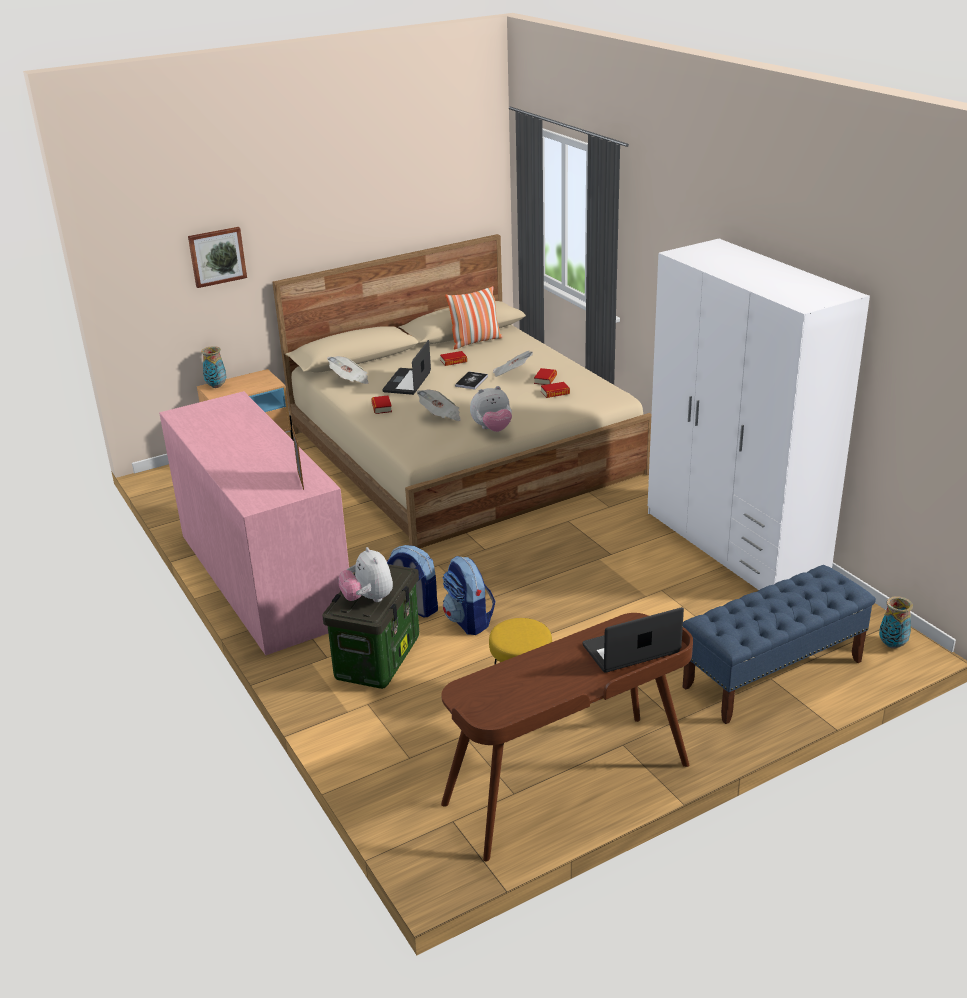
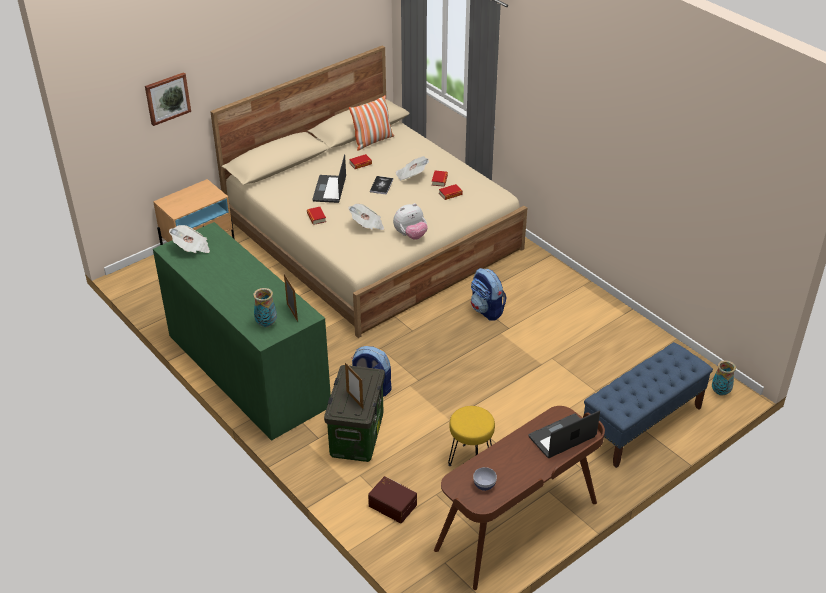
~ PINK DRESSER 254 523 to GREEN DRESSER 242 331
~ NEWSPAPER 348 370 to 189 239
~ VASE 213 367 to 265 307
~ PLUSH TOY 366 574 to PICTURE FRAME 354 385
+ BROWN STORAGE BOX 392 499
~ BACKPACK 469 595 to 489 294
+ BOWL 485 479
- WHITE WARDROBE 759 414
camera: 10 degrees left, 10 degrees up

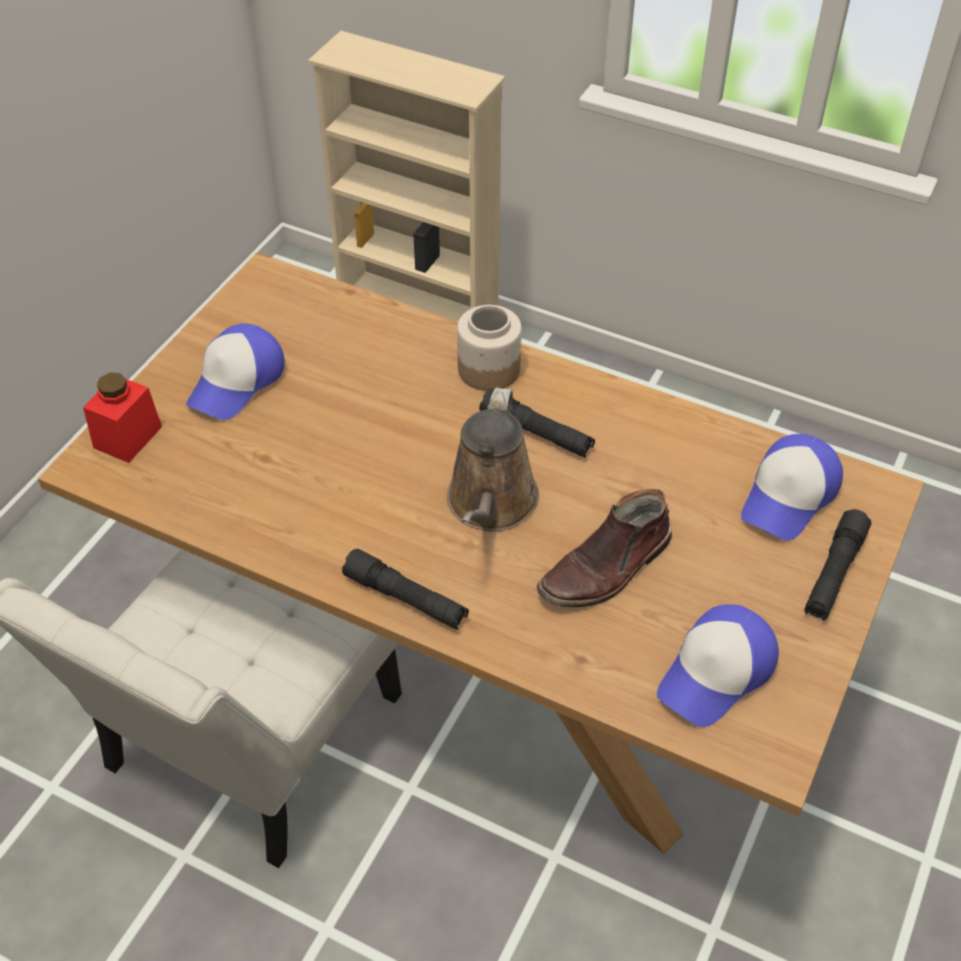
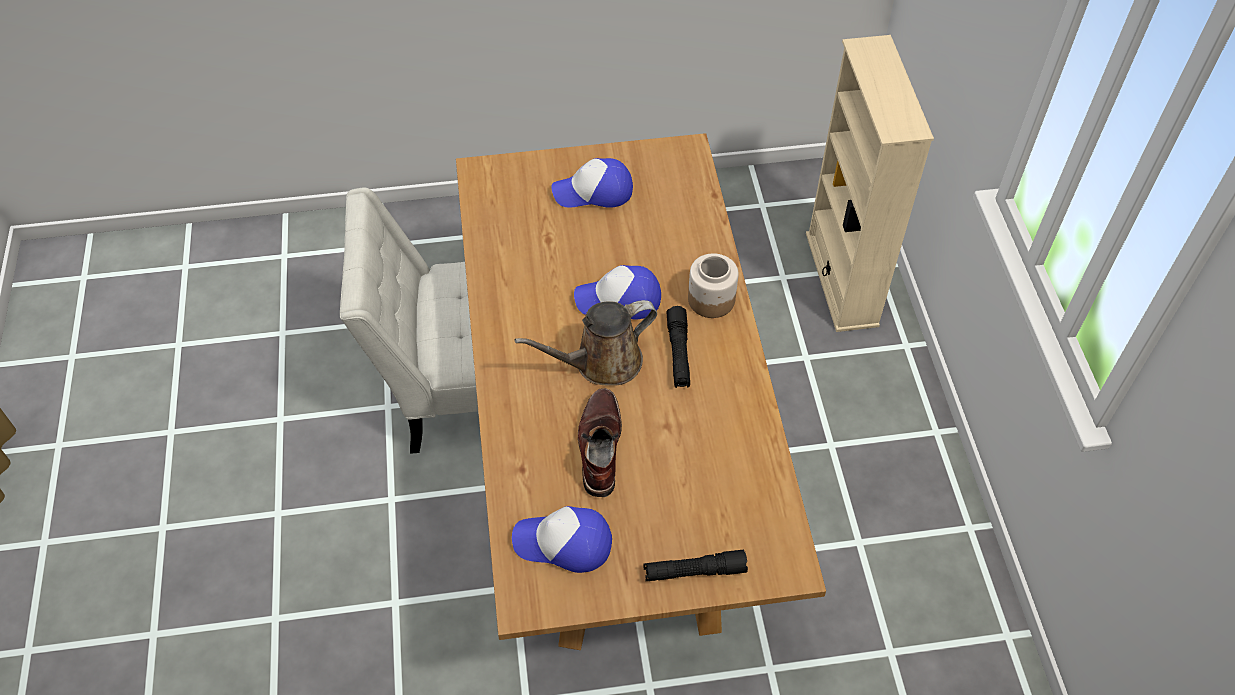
~ CAP 792 487 to 617 292
~ BROWN BOOT 604 548 = 600 442 75 degrees clockwise
- RED JAR 122 418
- BLACK FLASHLIGHT 405 589
camera: 55 degrees right, 5 degrees up

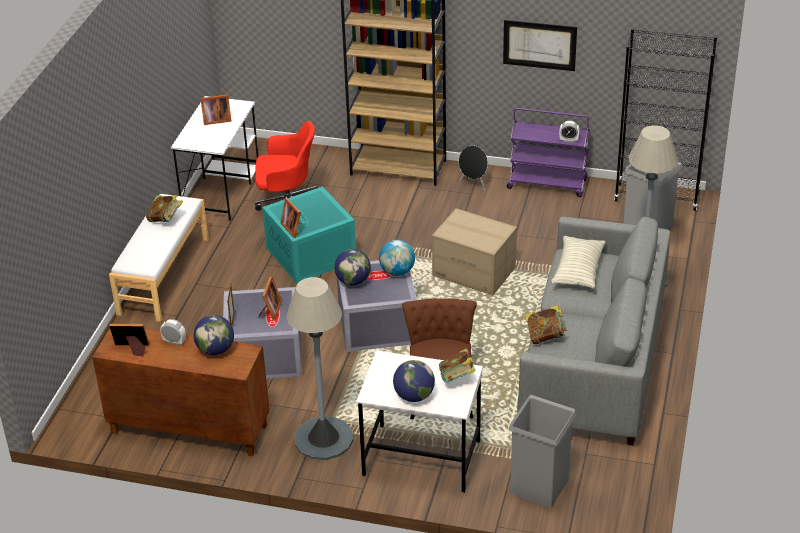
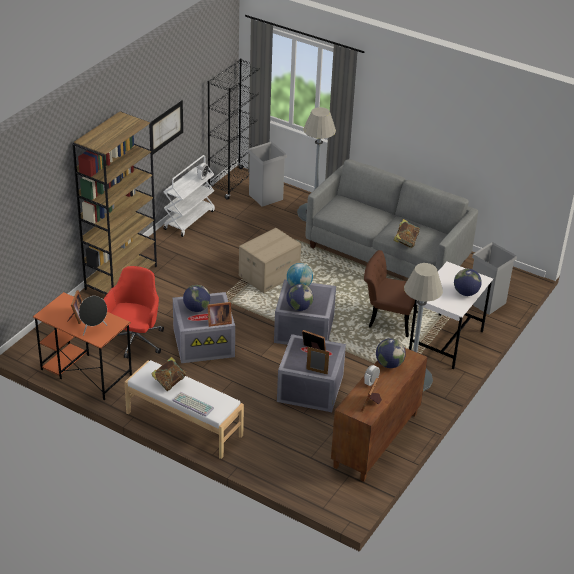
~ WHITE DESK 214 158 to ORANGE DESK 82 346
~ BLACK SPEAKER 473 168 to 93 316
~ PURPLE CART 548 152 to WHITE CART 189 196
+ KEYBOARD 193 404
~ TURQUOISE STORAGE BOX 309 234 to GREY STORAGE BOX 204 327
+ GLOBE 196 298
- BOOK 457 365
- PILLOW 578 262
camera: 75 degrees left, 0 degrees up

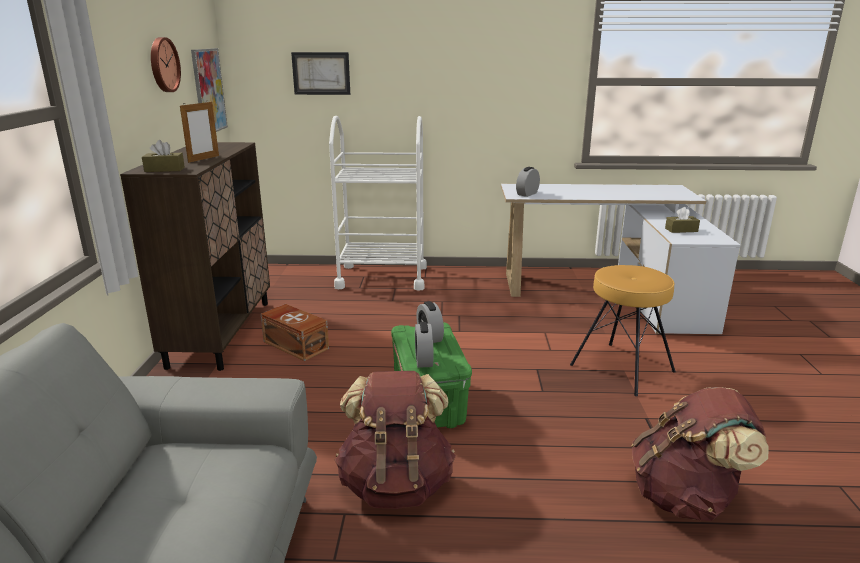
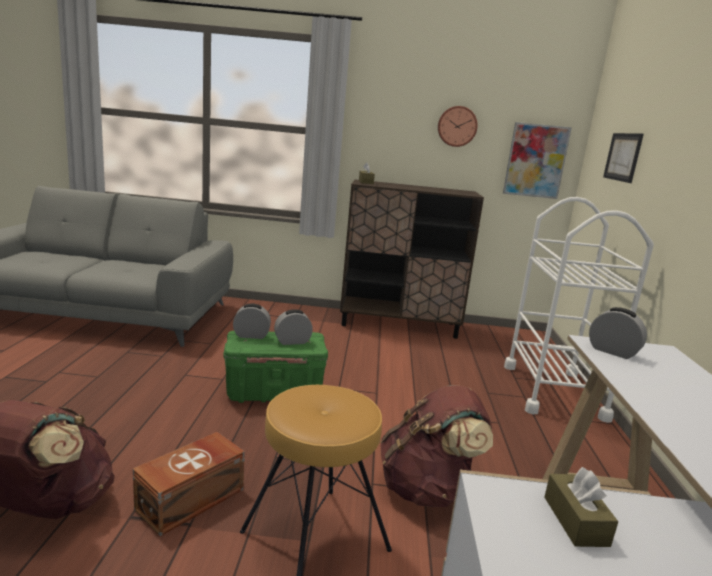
~ BROWN STORAGE BOX 295 332 to 189 484
~ BROWN BACKPACK 395 440 to 436 446
- PICTURE FRAME 199 131
camera: 90 degrees right, 5 degrees down

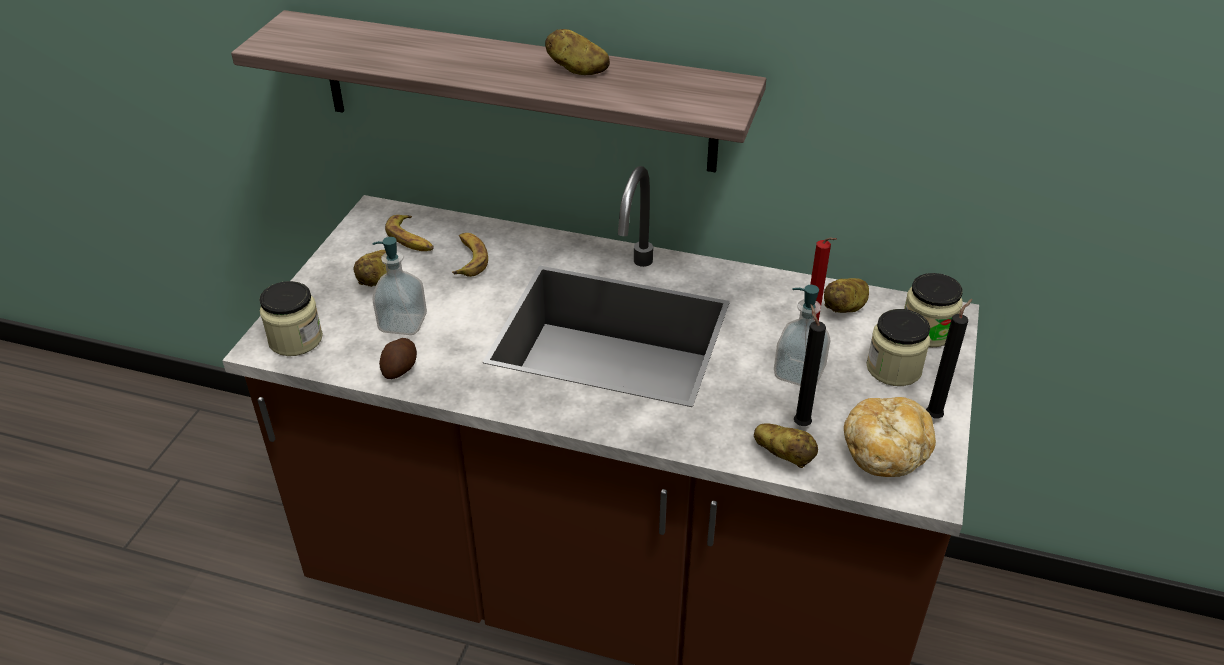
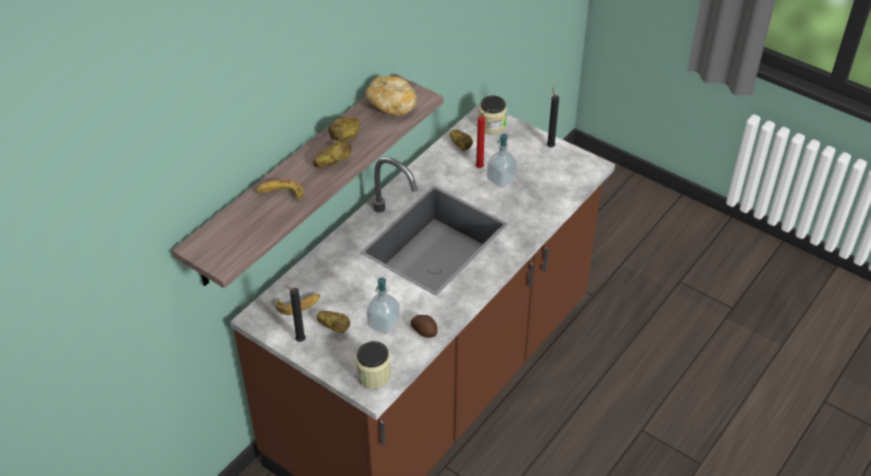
~ BANANA 470 255 to 280 191
~ BLACK CANDLE 810 365 to 295 313
~ POTATO 786 445 to 332 154
~ BREAD 890 437 to 391 96
- JAR 898 347
camera: 70 degrees left, 5 degrees up

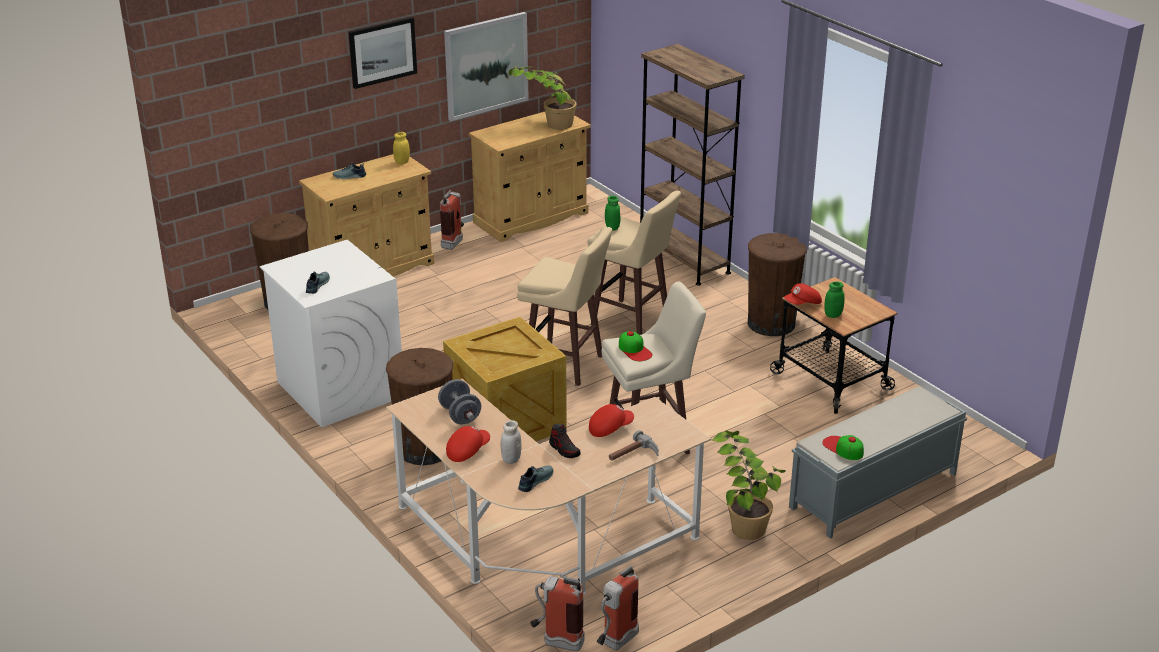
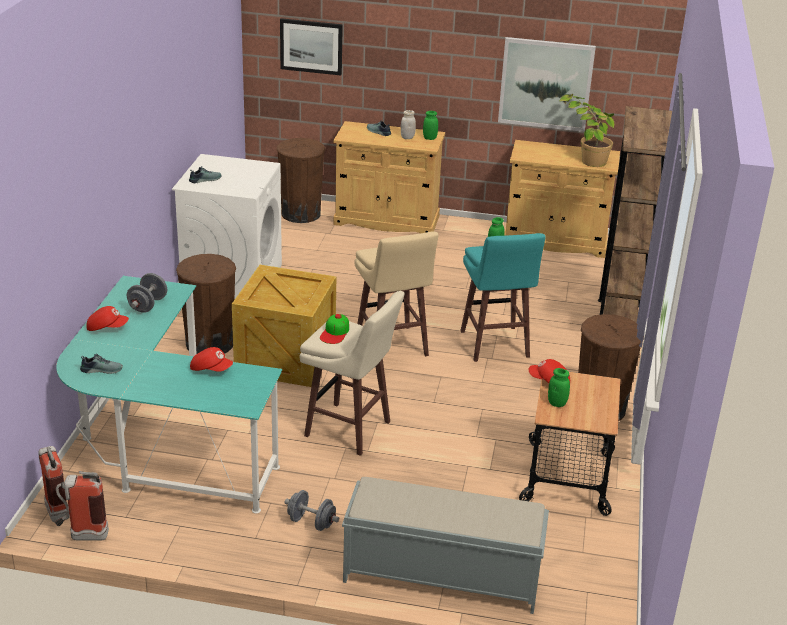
~ BEIGE DESK 548 487 to TURQUOISE DESK 169 394
~ PICTURE 383 53 to 311 46
~ POTTED PLANT 748 485 to GREY DUMBBELL 311 510
~ WHITE JAR 511 442 to 408 124
~ YELLOW JAR 401 148 to GREEN JAR 430 125
~ BEIGE STOOL 634 263 to TURQUOISE STOOL 503 297
- FIRE EXTINGUISHER 452 220
- SHOE 564 441
- HAMMER 634 445
- CAP 843 447
camera: 45 degrees right, 0 degrees up

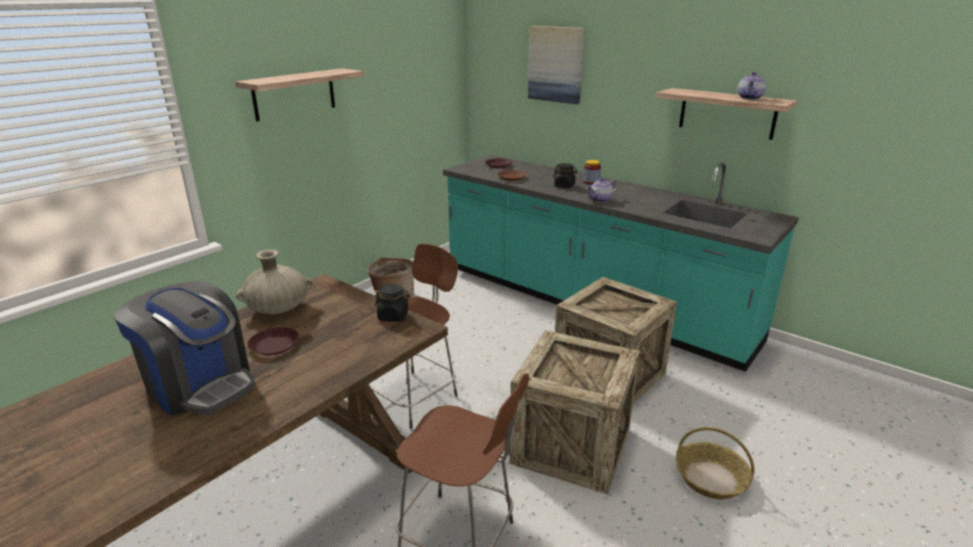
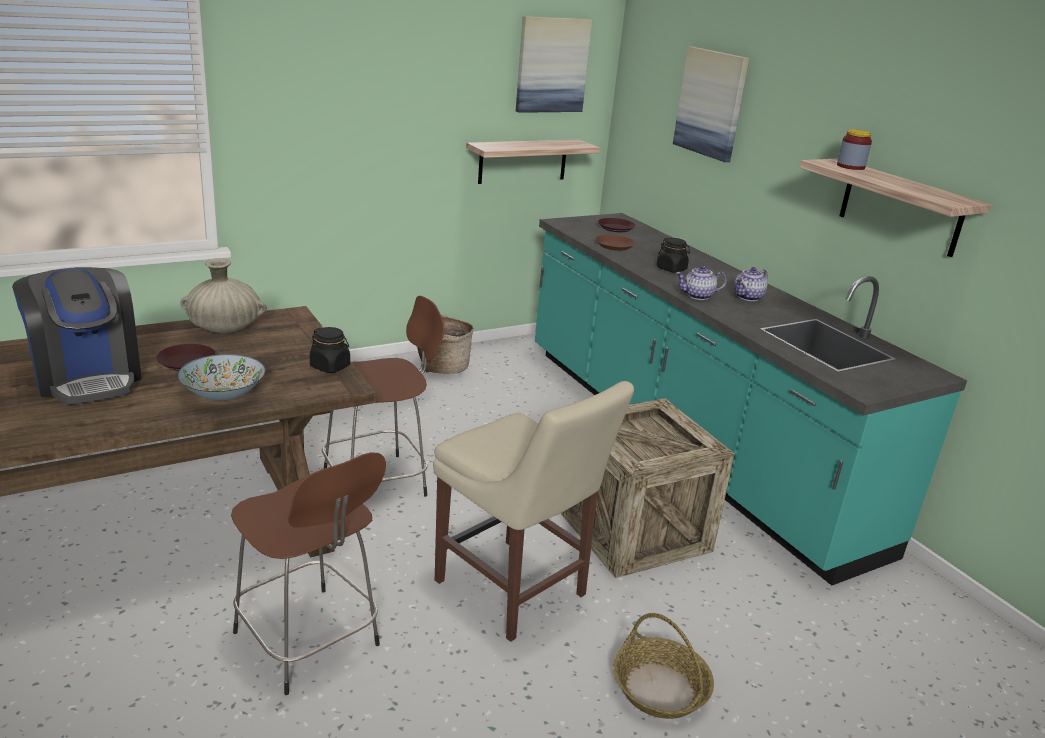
+ BOWL 221 377
~ CRATE 574 412 to BEIGE CHAIR 533 511
~ SHELF 300 94 to 533 161
+ PICTURE 554 64
~ TEAPOT 751 86 to 751 284
~ JAR 592 172 to 854 149
camera: 20 degrees right, 0 degrees up

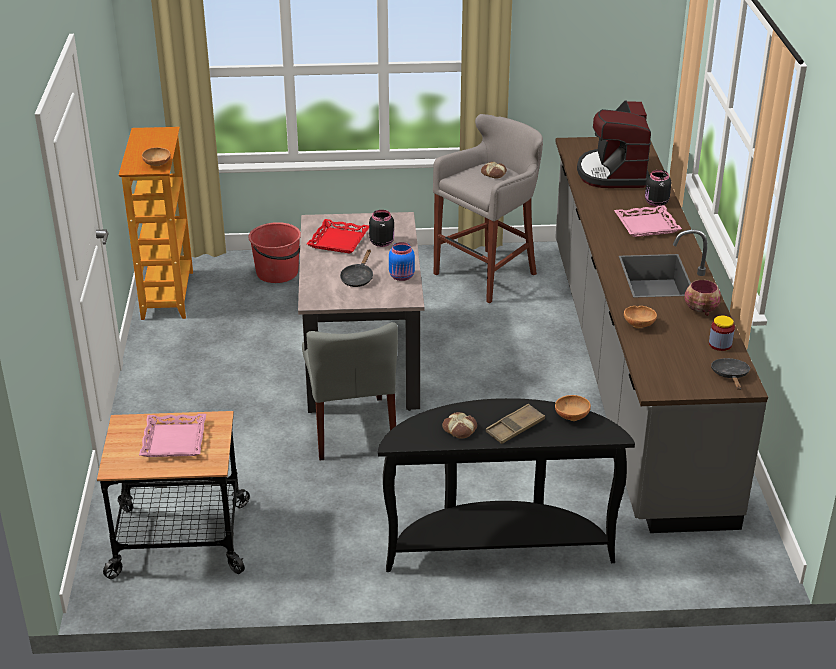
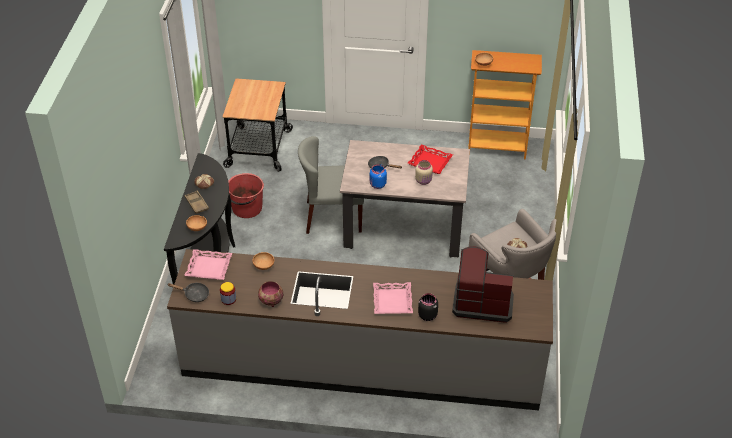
~ PINK TRAY 172 435 to 208 264
~ RED BUCKET 274 252 to 246 195
~ BLACK JAR 381 228 to BEIGE JAR 424 172
camera: 100 degrees right, 10 degrees up

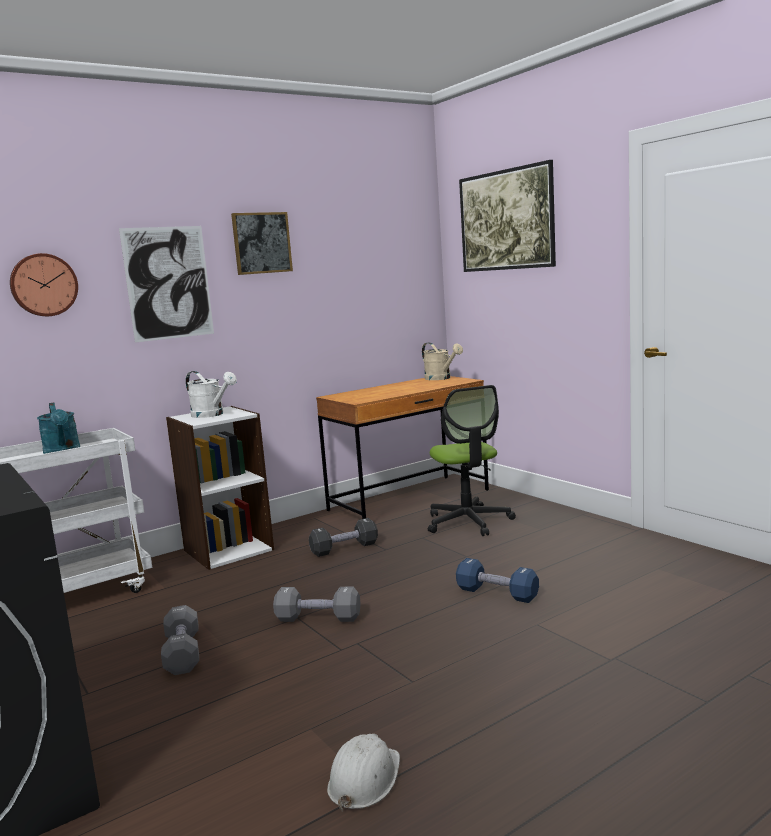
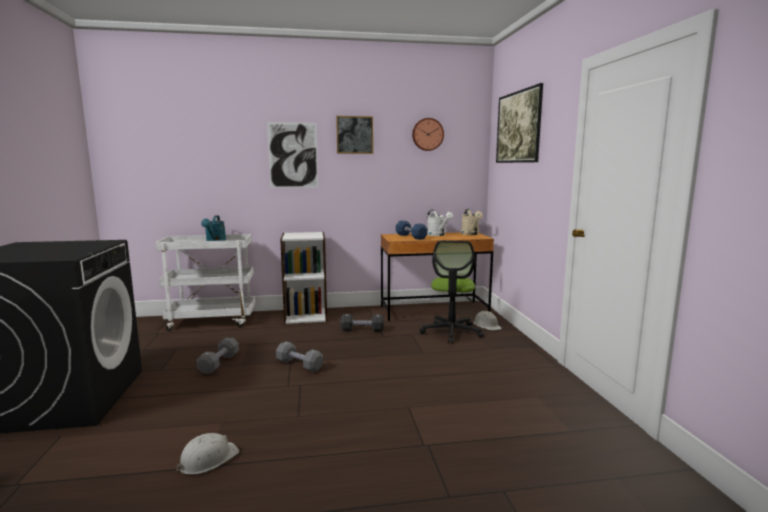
~ BLUE DUMBBELL 497 580 to 412 230
~ WALL CLOCK 44 284 to 428 134
~ WHITE WATERING CAN 211 394 to 440 223
+ WHITE HARD HAT 487 321
camera: 25 degrees right, 0 degrees up

